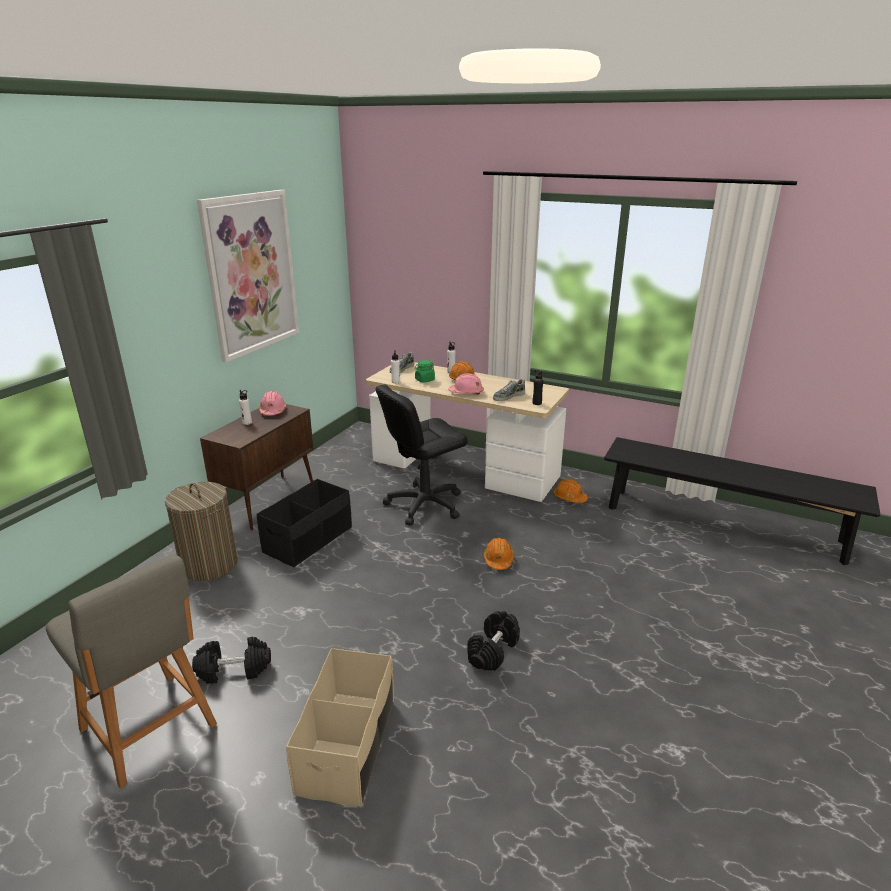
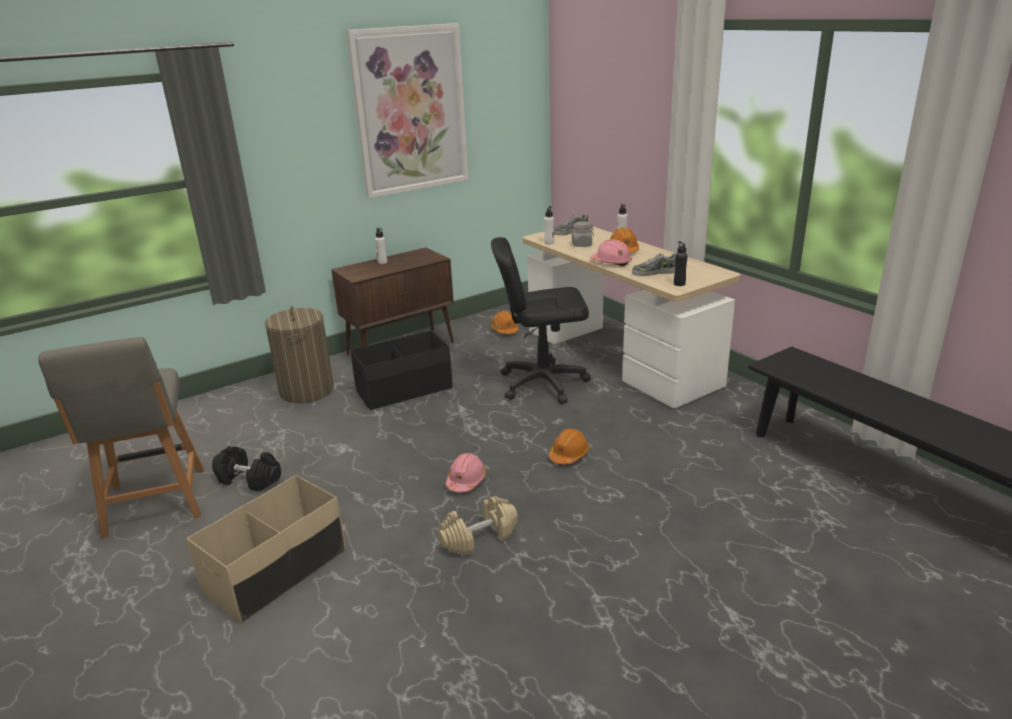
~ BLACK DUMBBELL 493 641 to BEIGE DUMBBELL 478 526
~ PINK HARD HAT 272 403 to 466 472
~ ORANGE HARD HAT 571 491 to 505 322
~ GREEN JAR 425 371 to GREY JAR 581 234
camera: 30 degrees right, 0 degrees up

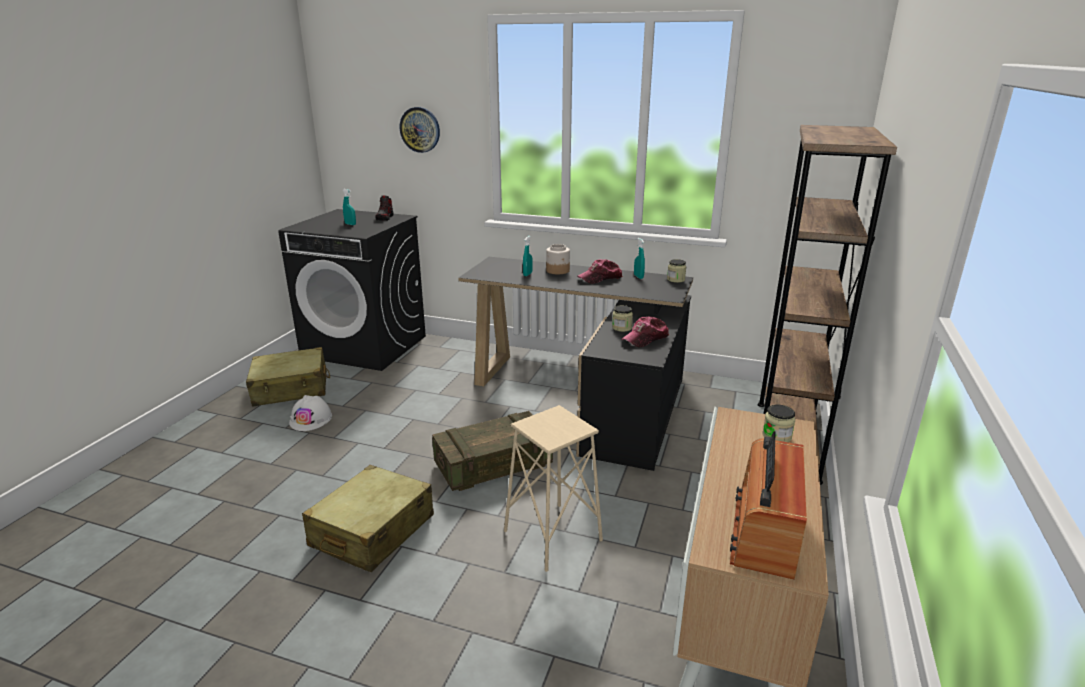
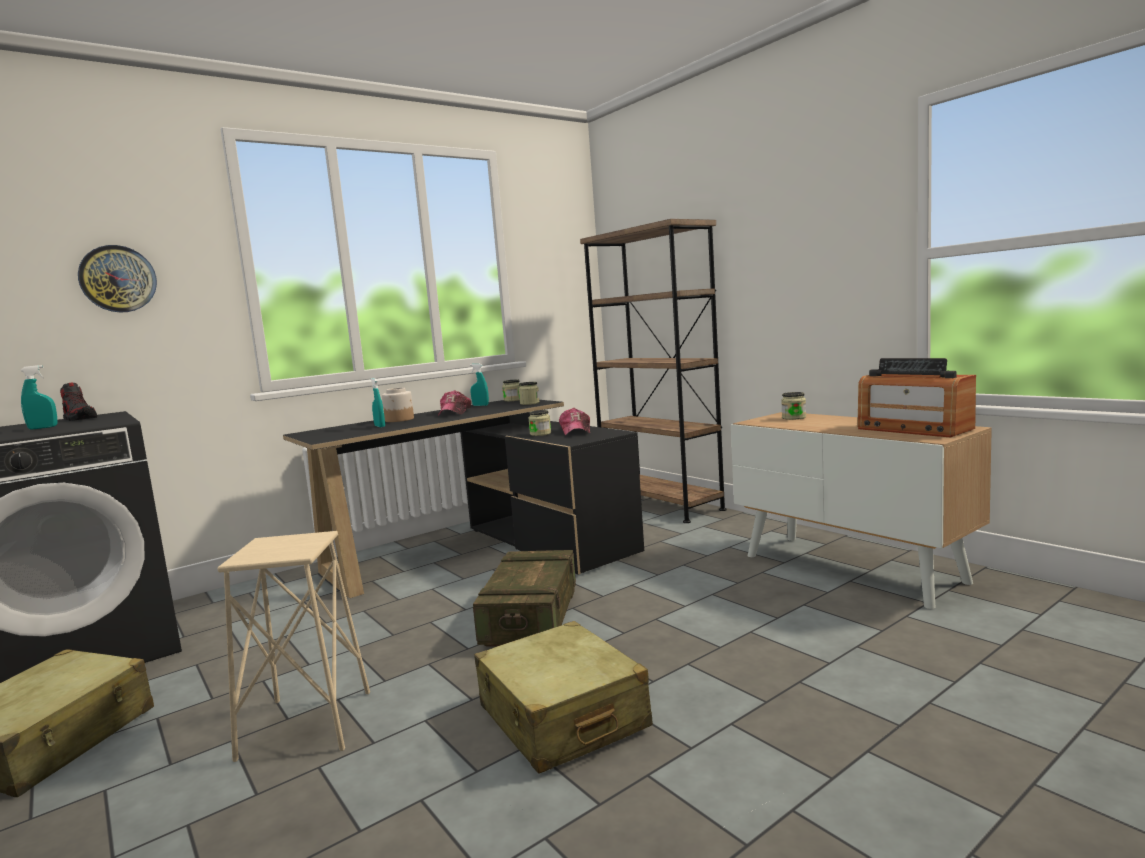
~ BEIGE STOOL 553 488 to 293 646
+ JAR 529 393
- WHITE HARD HAT 310 413
camera: 55 degrees left, 15 degrees down

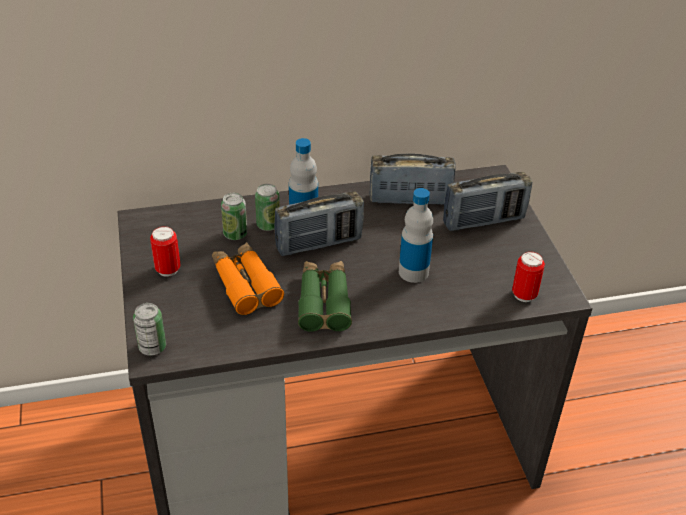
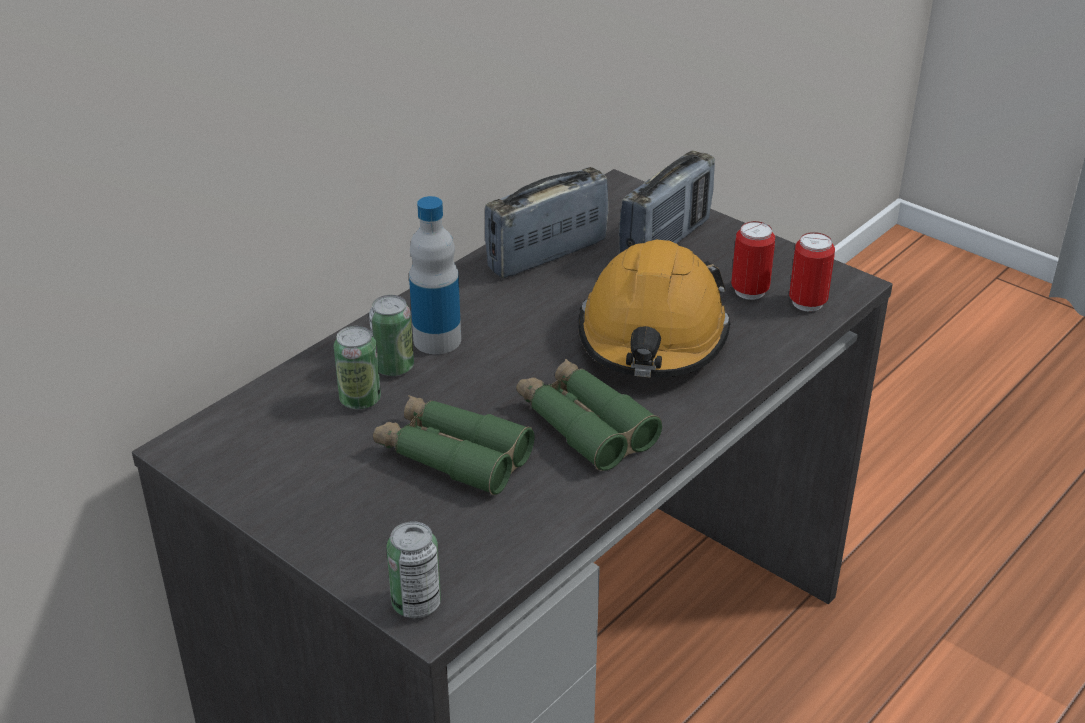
~ ORANGE BINOCULARS 248 278 to GREEN BINOCULARS 453 445
~ BOTTLE 416 235 to ORANGE HARD HAT 654 309
~ CAN 165 251 to 753 260
- RADIO 319 224
camera: 35 degrees left, 5 degrees down

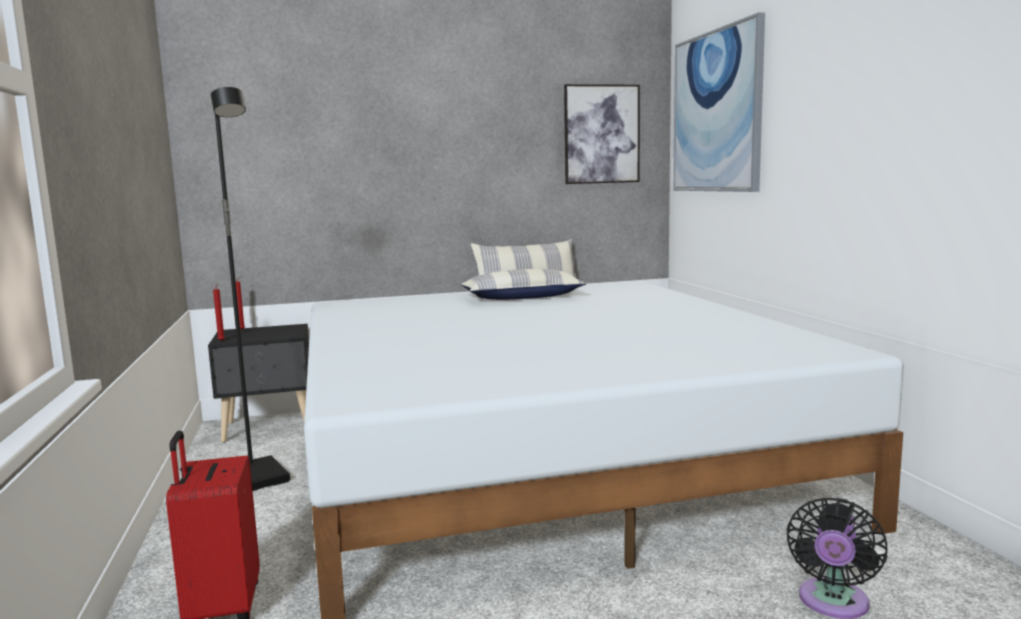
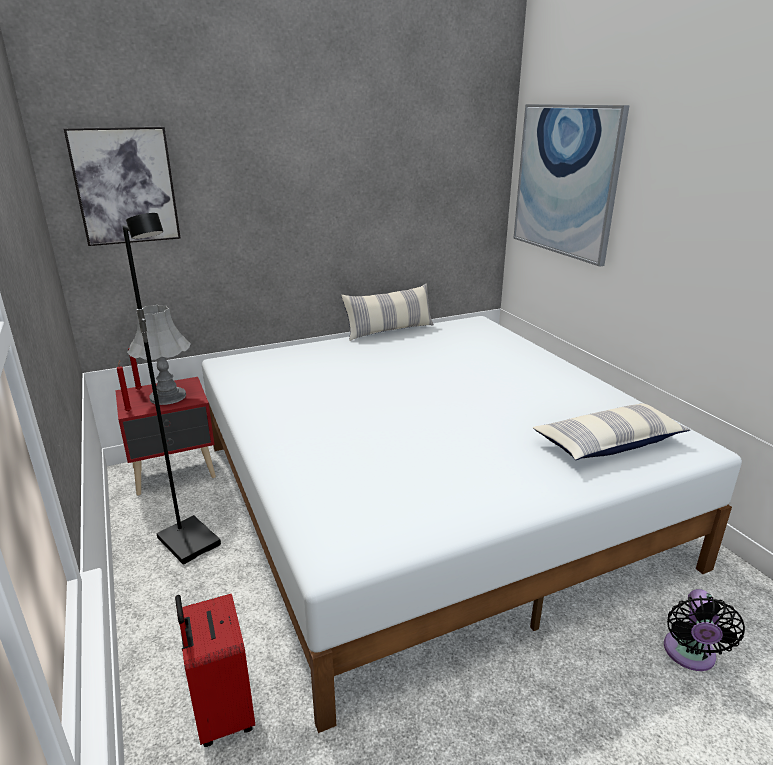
~ PICTURE 602 134 to 122 186
~ BLACK NIGHTSTAND 258 383 to RED NIGHTSTAND 165 436
+ GREY TABLE LAMP 159 355
~ PILLOW 524 284 to 611 431
camera: 10 degrees left, 15 degrees up

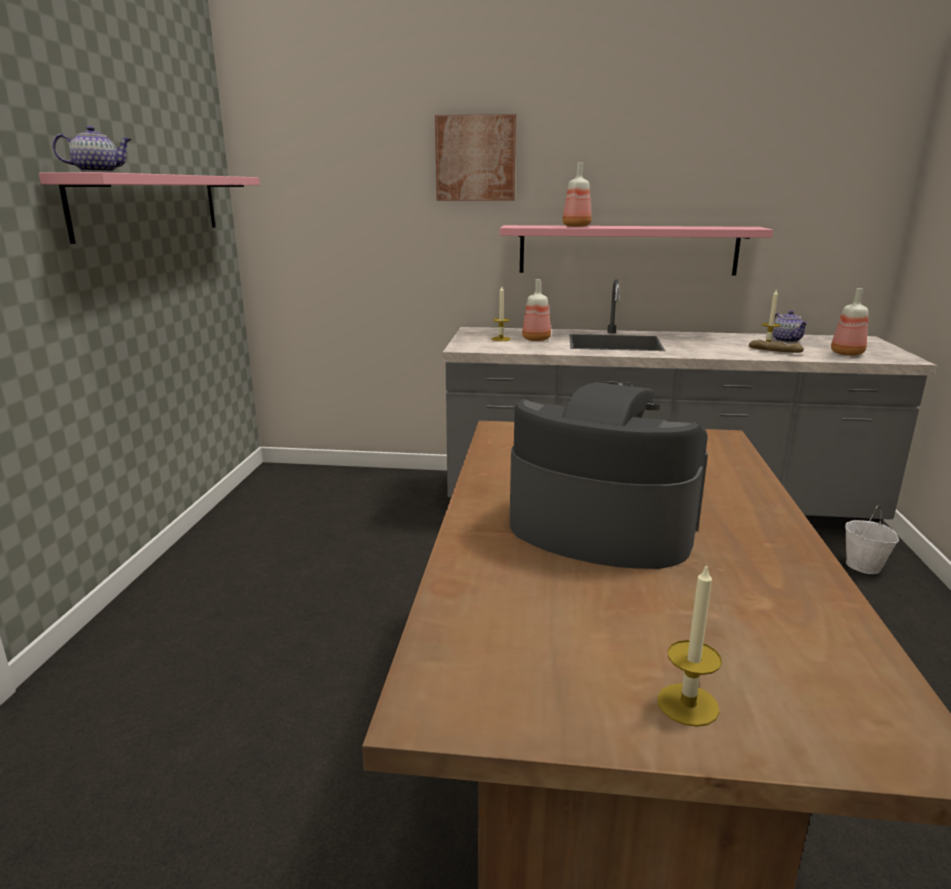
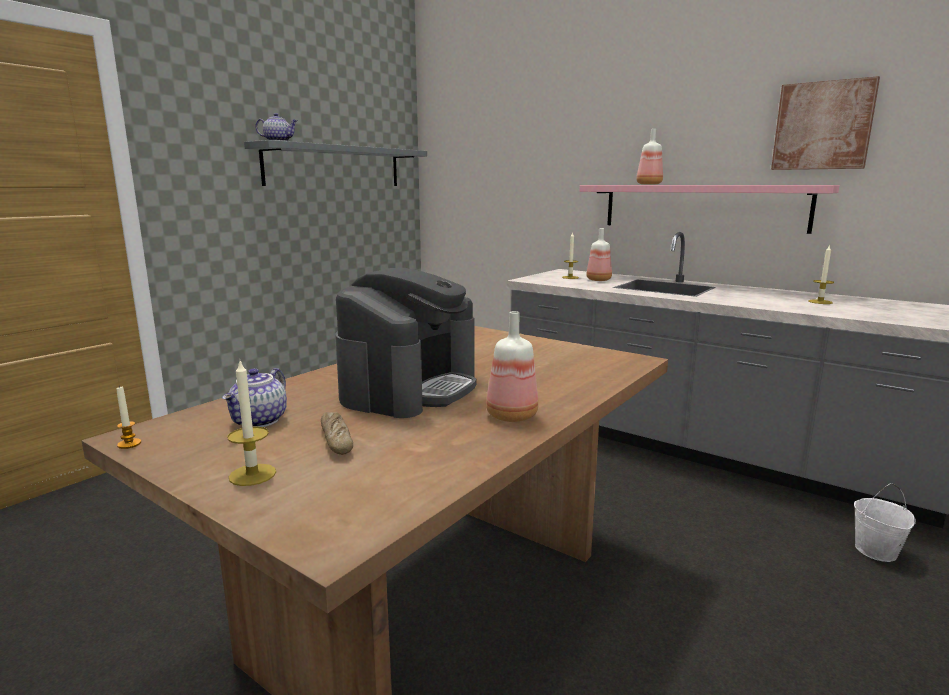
+ CANDLE 128 417
~ TEAPOT 790 327 to 254 397
~ PINK SHELF 149 208 to GREY SHELF 335 163
~ BREAD 776 346 to 337 433
~ COFFEE MACHINE 609 475 = 406 343 60 degrees clockwise
~ BOTTLE 849 322 to 512 366
~ PICTURE 475 157 to 825 123
camera: 30 degrees right, 5 degrees down

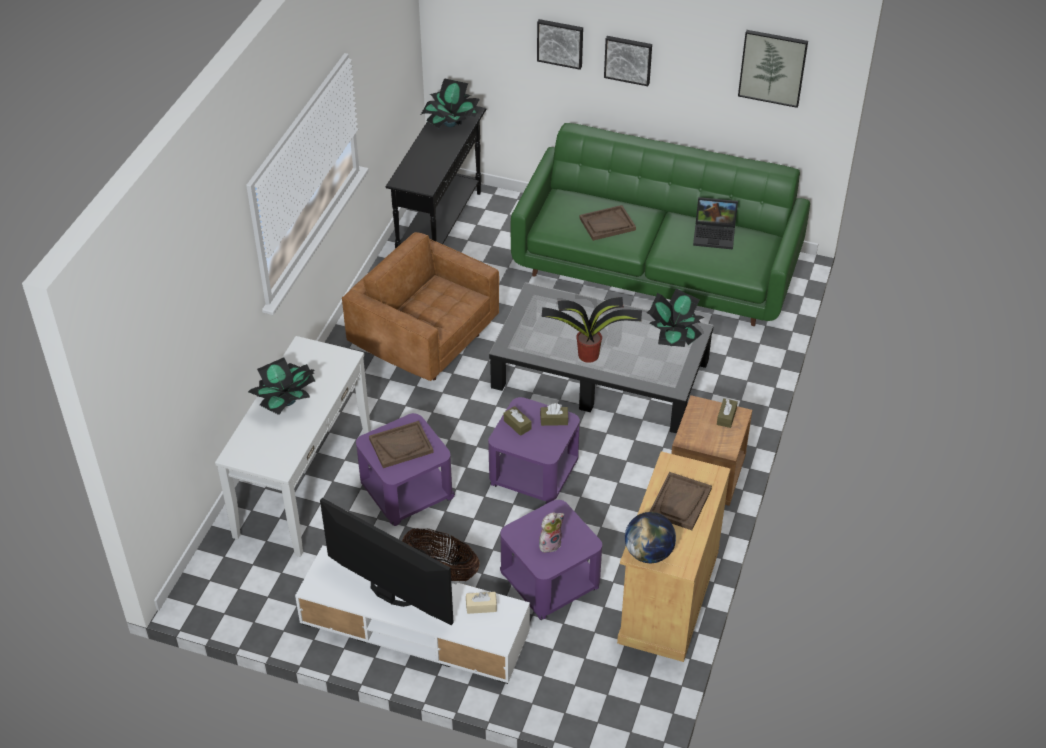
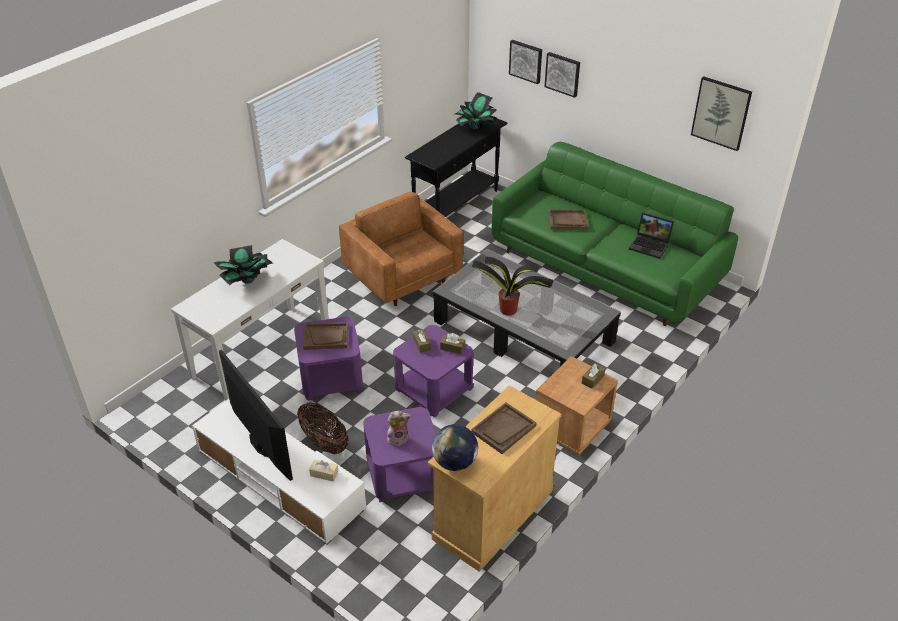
~ PICTURE 628 61 to 525 62
- POTTED PLANT 675 318
camera: 20 degrees right, 5 degrees down

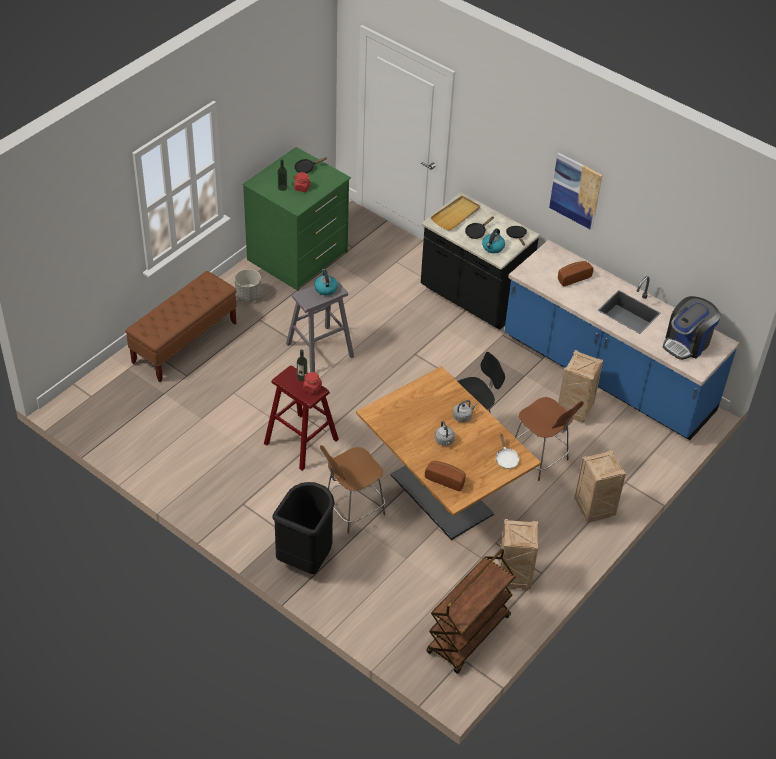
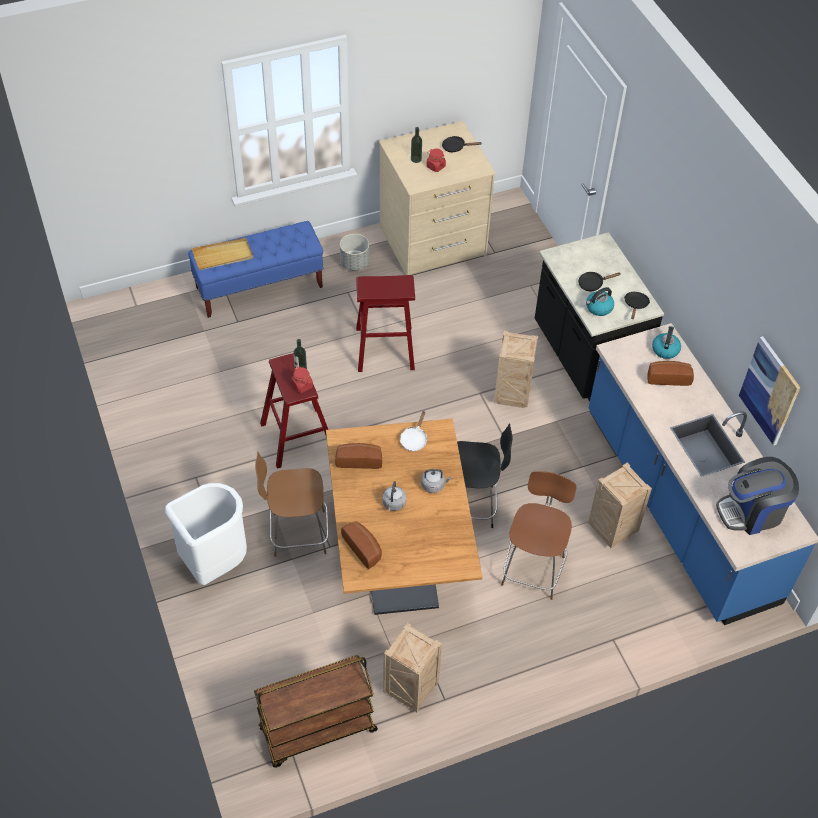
~ BLACK TRASH CAN 304 528 to WHITE TRASH CAN 206 534
~ BROWN BENCH 181 326 to BLUE BENCH 256 269
~ BEIGE TRAY 455 213 to 222 254
+ BREAD 358 456
~ GREY STOOL 320 325 to RED STOOL 385 323
~ GREEN DRESSER 297 219 to BEIGE DRESSER 437 198
~ WHITE FRYING PAN 507 451 to 413 431
~ CRATE 600 486 to 516 369
~ BROWN CHAIR 549 439 = 539 535 150 degrees counterclockwise
~ KETTLE 326 282 to 666 342
~ PICTURE 576 191 to 769 391
camera: 30 degrees right, 5 degrees up

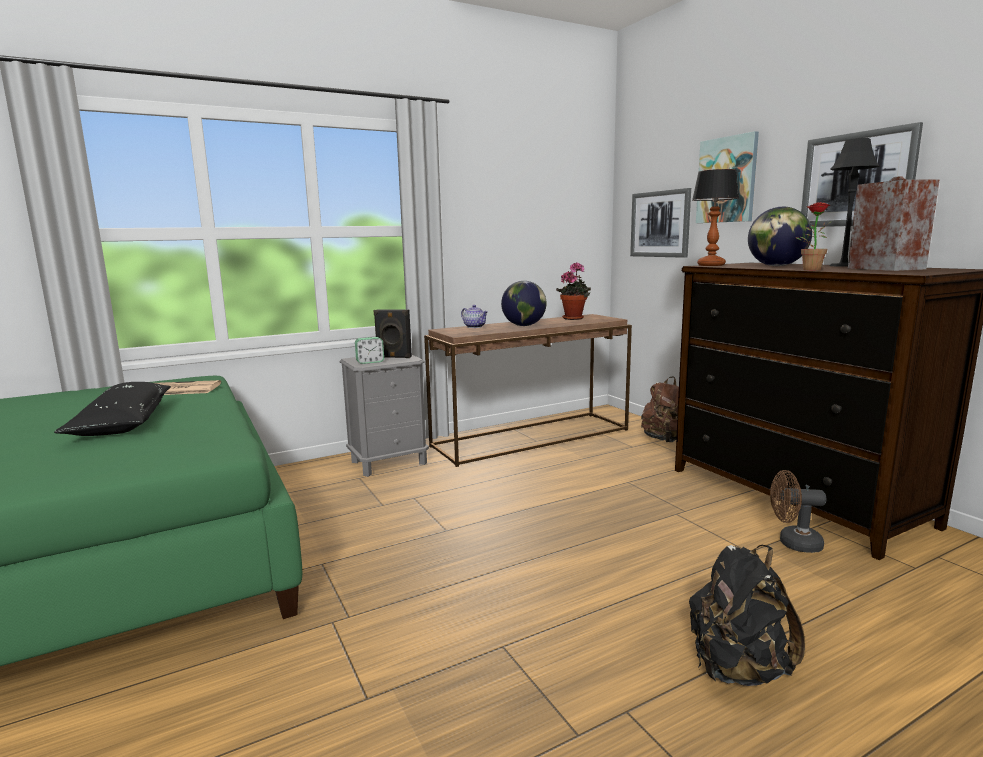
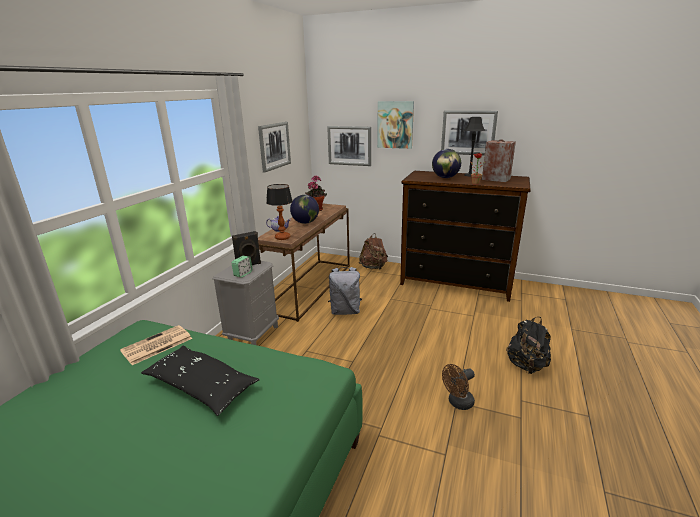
+ PICTURE 274 147
~ TABLE LAMP 715 217 to 279 212
+ GREY BACKPACK 345 291
~ BROWN FAN 798 511 to 458 387
camera: 40 degrees left, 10 degrees up

